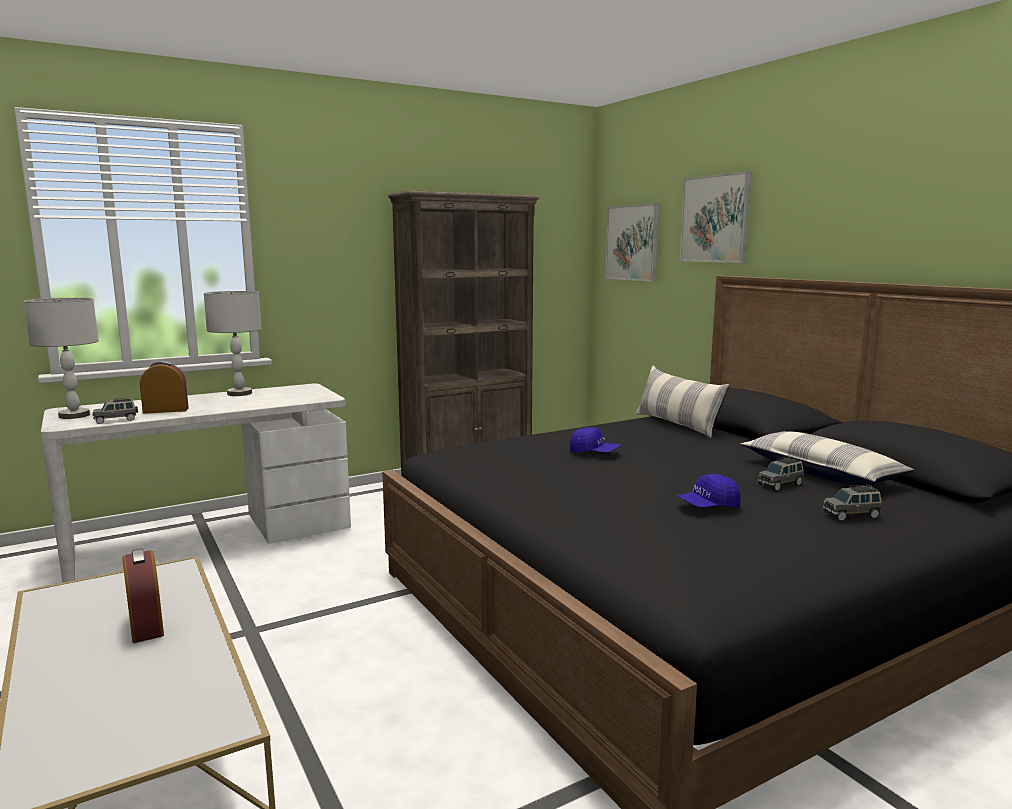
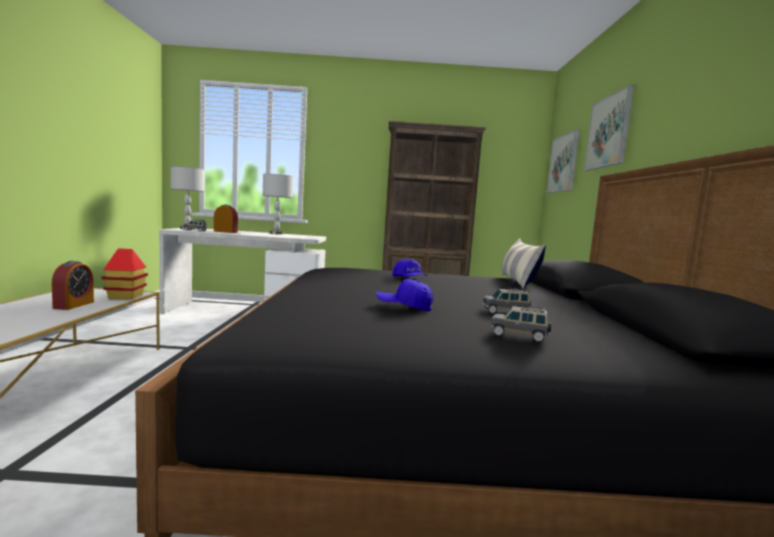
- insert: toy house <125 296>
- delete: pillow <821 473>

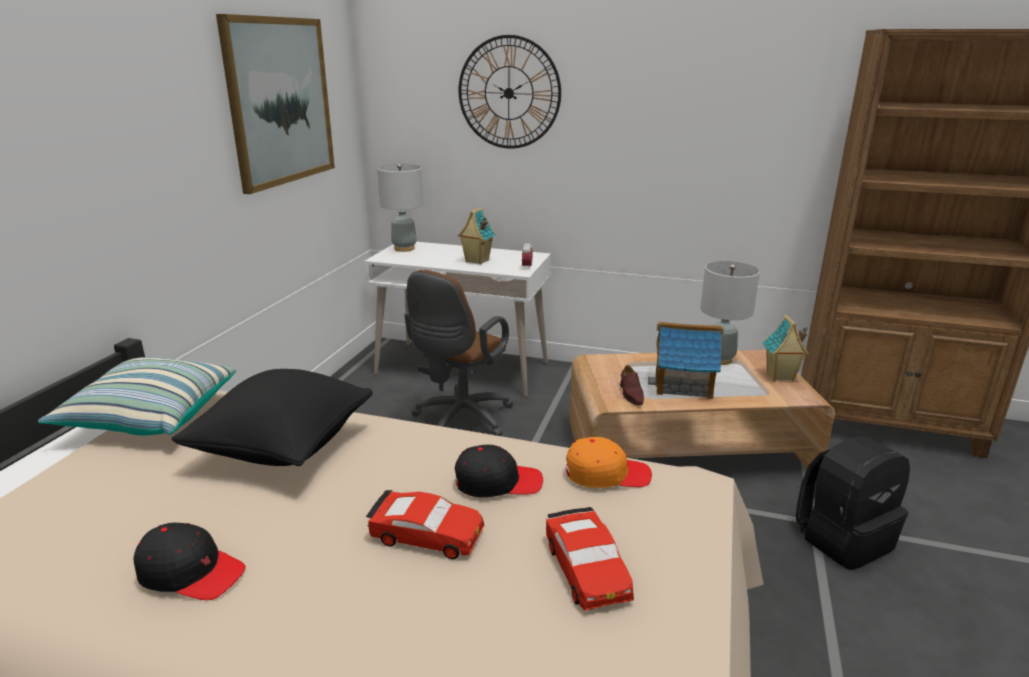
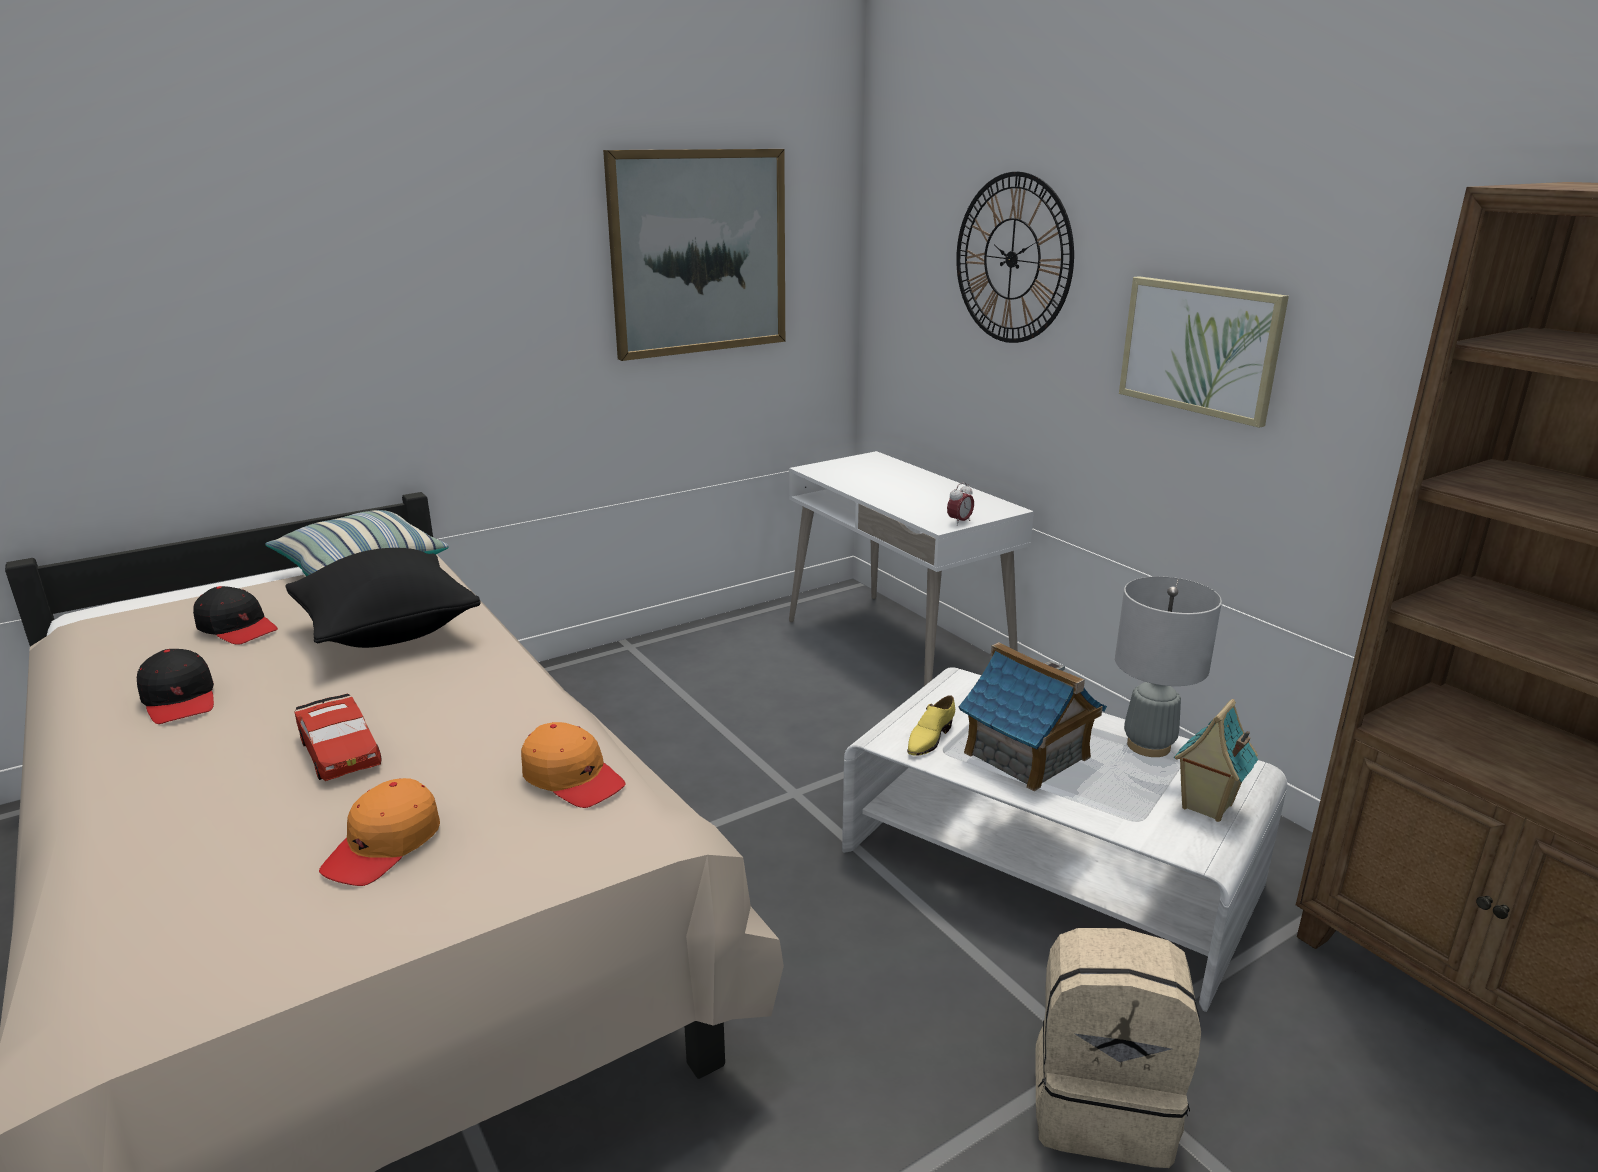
- move: cap/black <497 482> to <237 628>
- replace: toy car/red <587 569> to cap/orange <384 846>
- recolor: coffee table/brown <686 449> to coffee table/white <1048 867>
- recolor: shoe/brown <631 394> to shoe/yellow <929 739>
- recolor: backpack/black <843 539> to backpack/beige <1103 1104>
- insert: picture <1199 348>
- delete: table lamp/grey <404 248>
- delete: office chair/brown <459 421>
- delete: toy house <476 261>

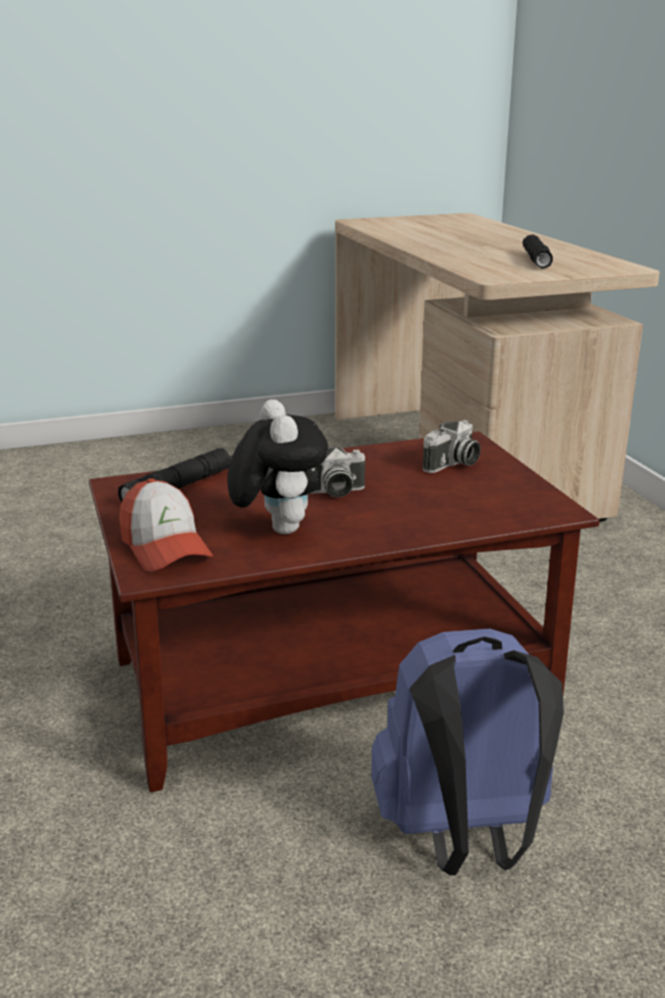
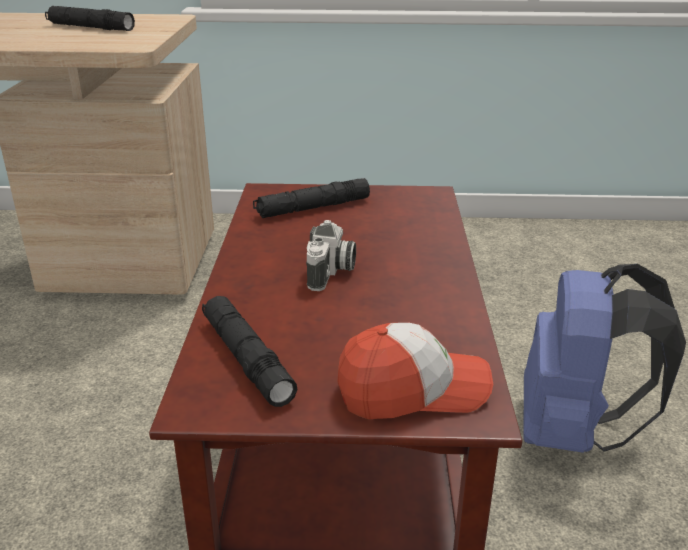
- replace: photo camera <453 464> to flashlight/black <312 208>
- delete: plush toy <277 528>

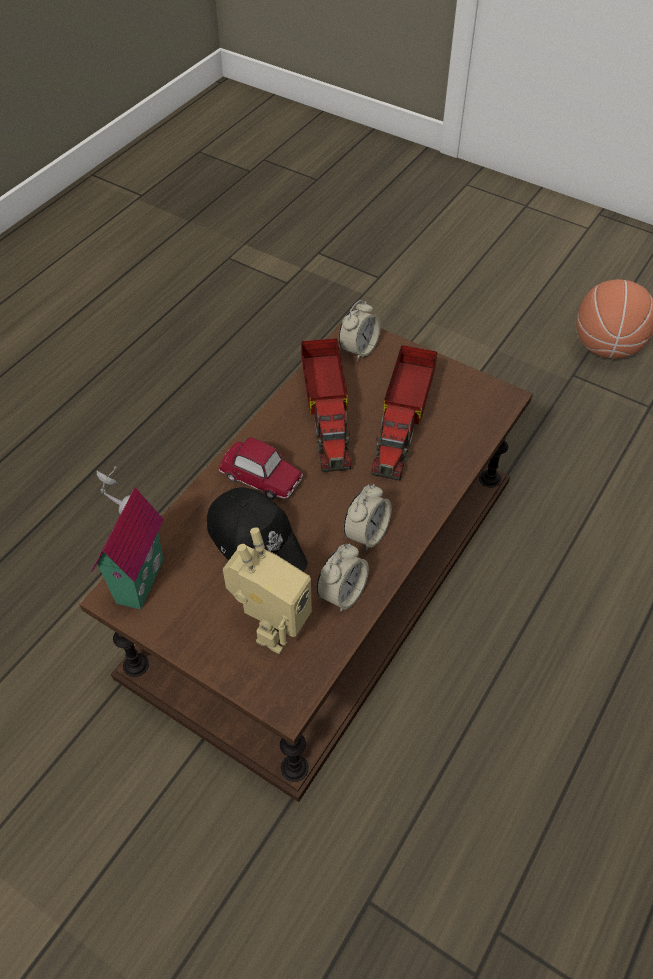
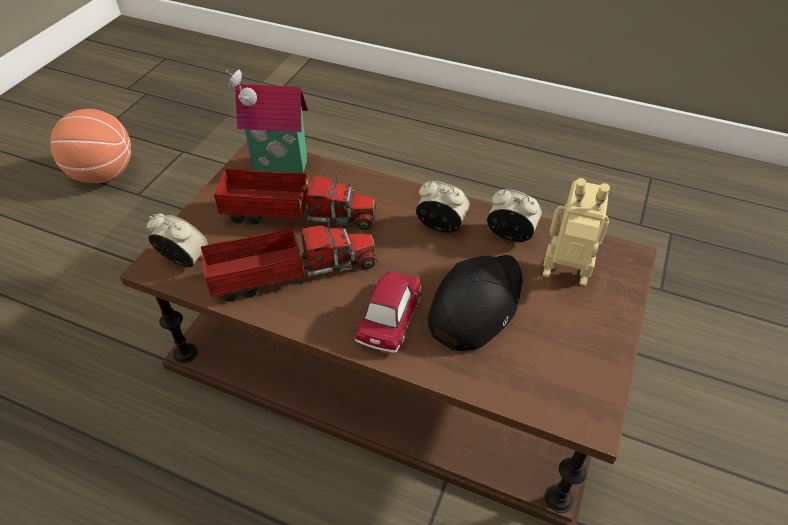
- move: toy house <136 579> to <279 167>

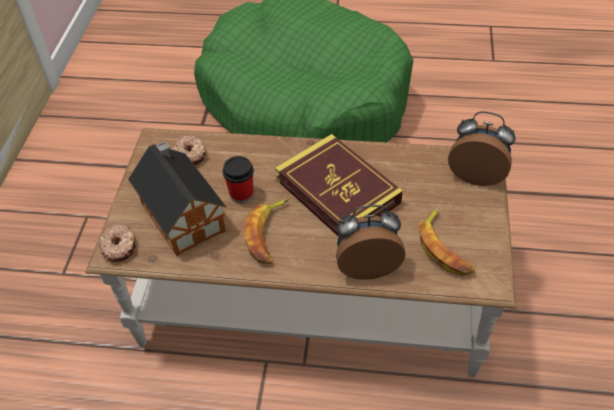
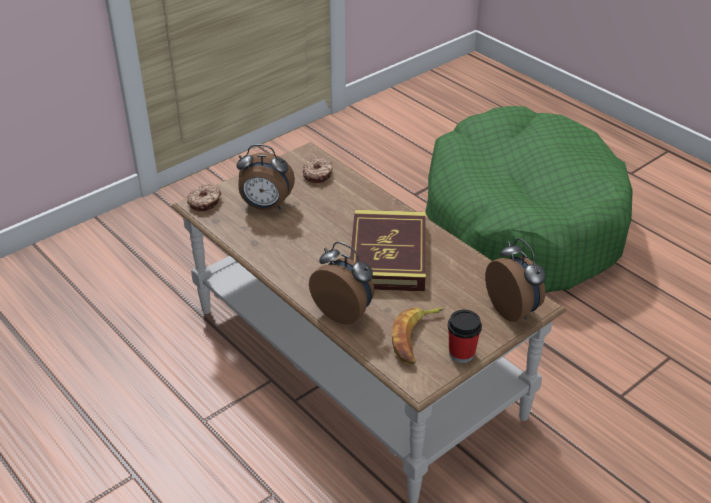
- replace: toy house <182 214> to alarm clock <265 206>
- move: cup <241 195> to <461 353>
- delete: banana <268 234>

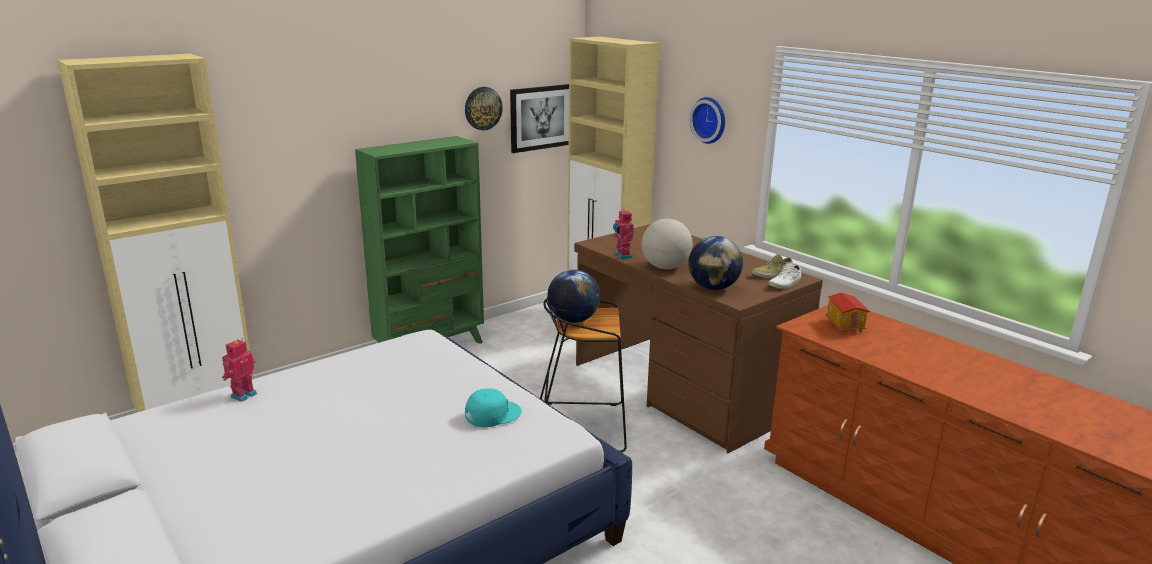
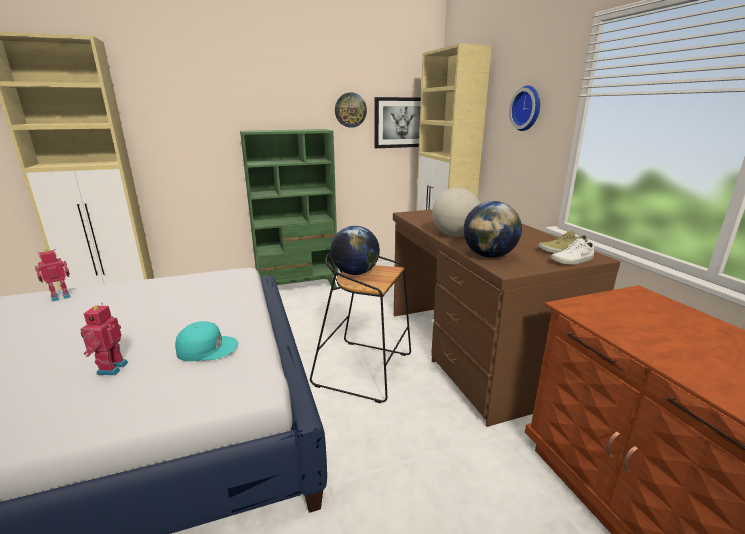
- move: toy robot <622 256> to <110 368>
- delete: toy house <845 325>

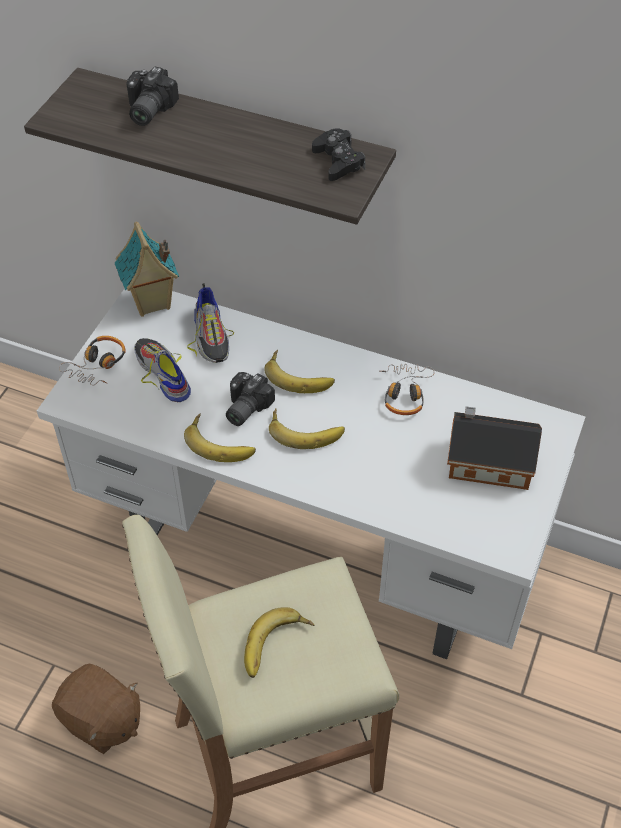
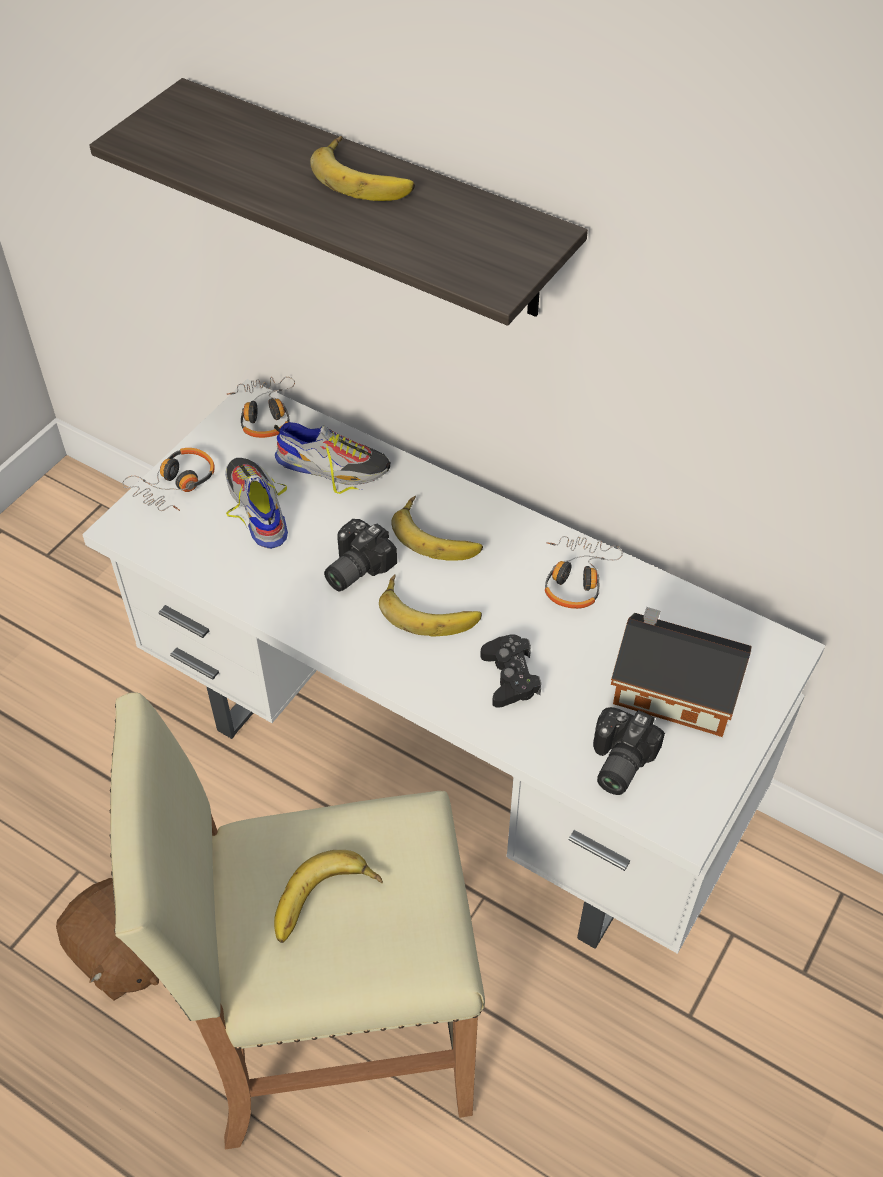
- replace: toy house <151 303> to headphones <264 414>
- rotate: shoe <211 335> = <333 466> 75 degrees counterclockwise
- move: banana <221 442> to <365 176>
- move: game controller/black <338 161> to <510 677>
- move: photo camera <146 110> to <616 761>

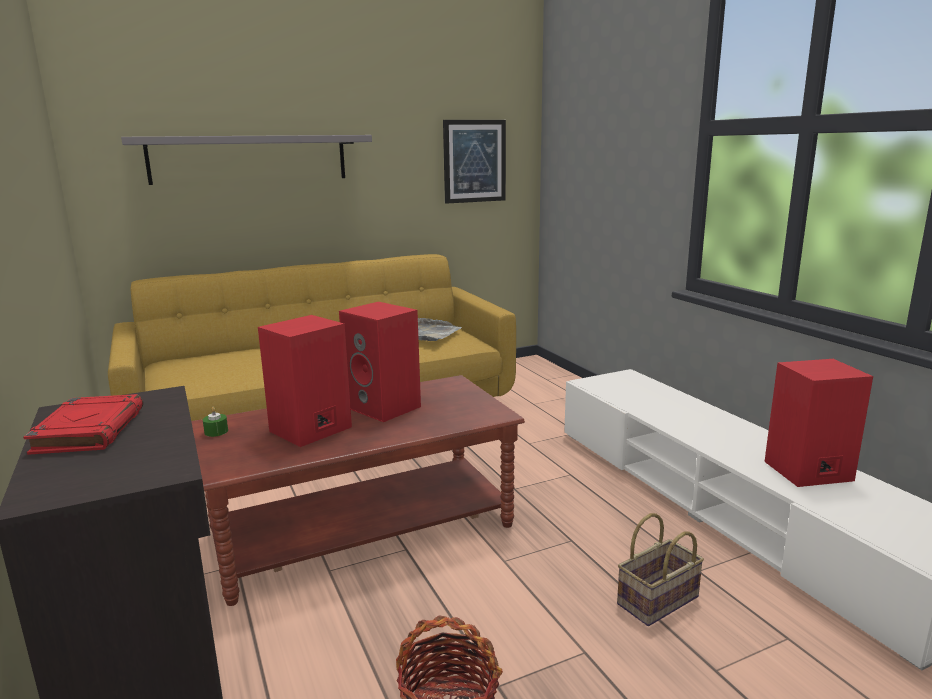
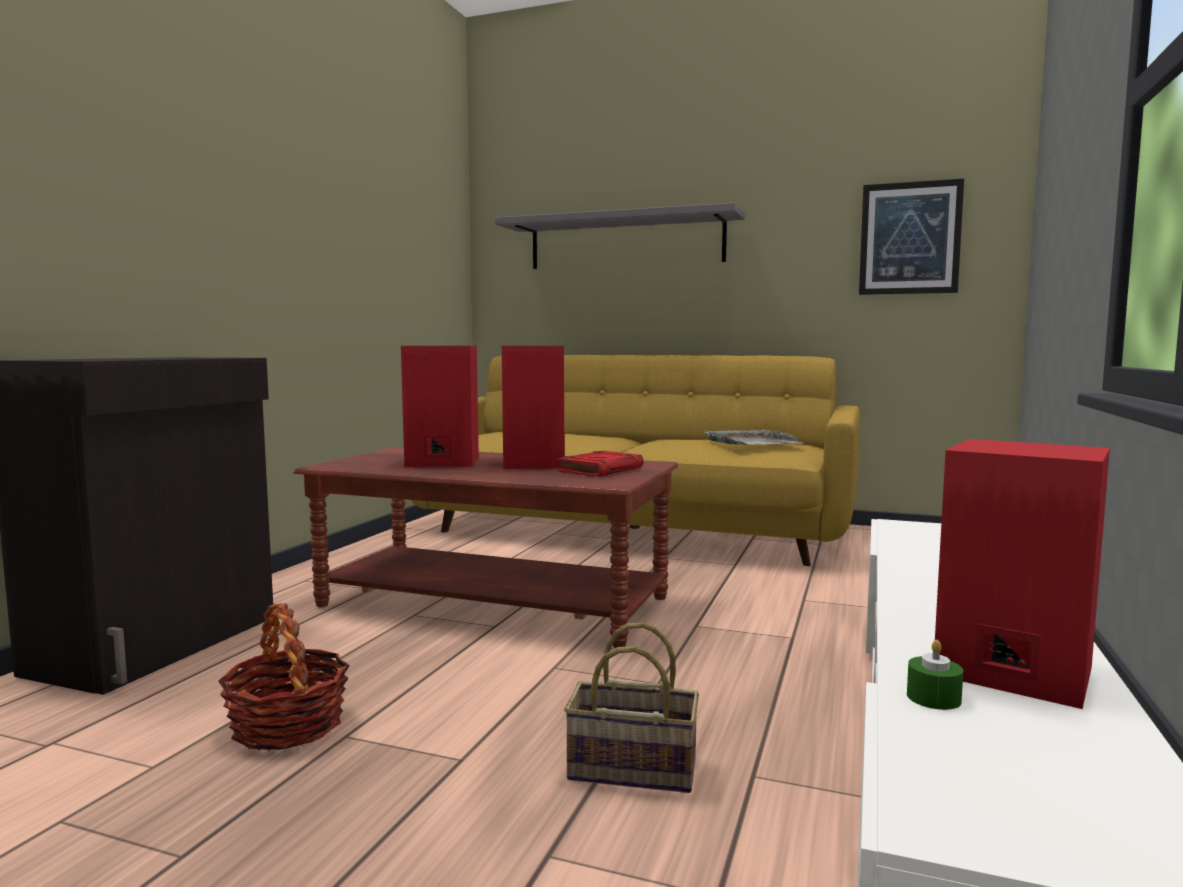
- move: book/red <89 430> to <601 470>
- move: candle/green <216 431> to <933 698>

